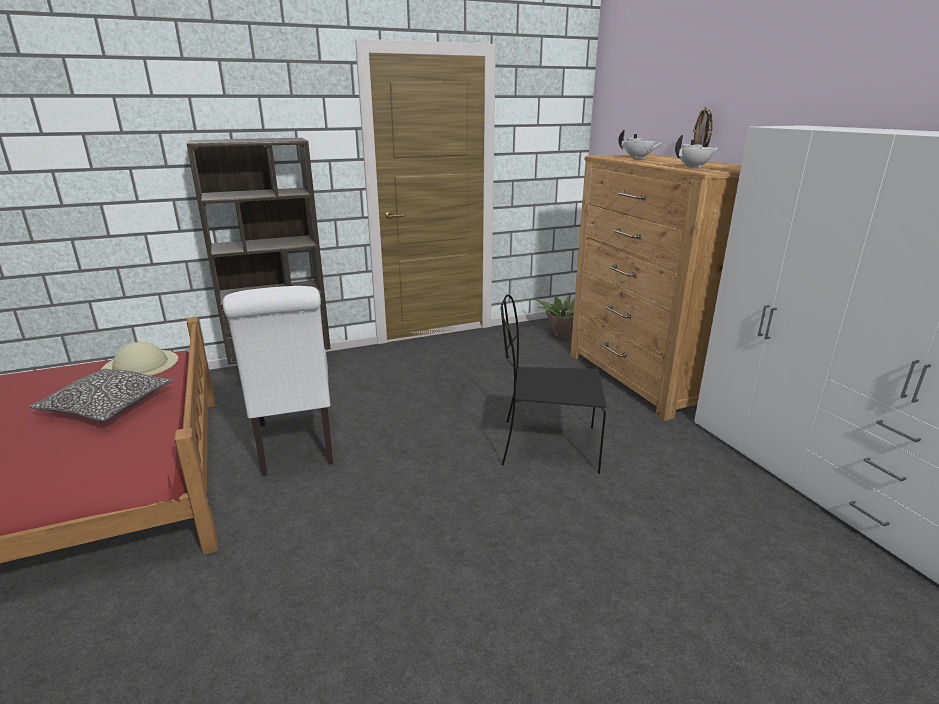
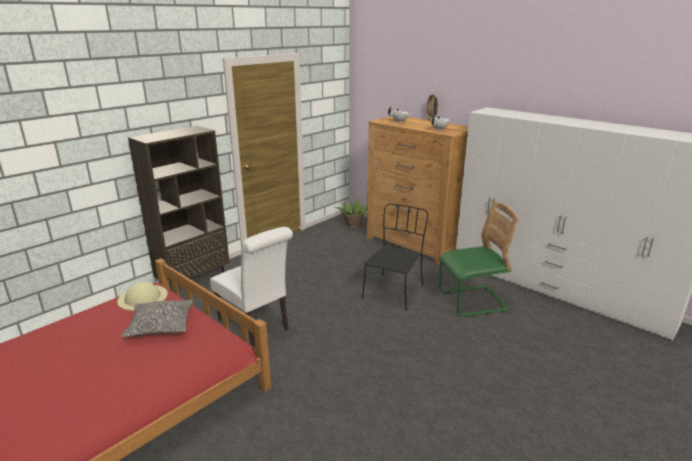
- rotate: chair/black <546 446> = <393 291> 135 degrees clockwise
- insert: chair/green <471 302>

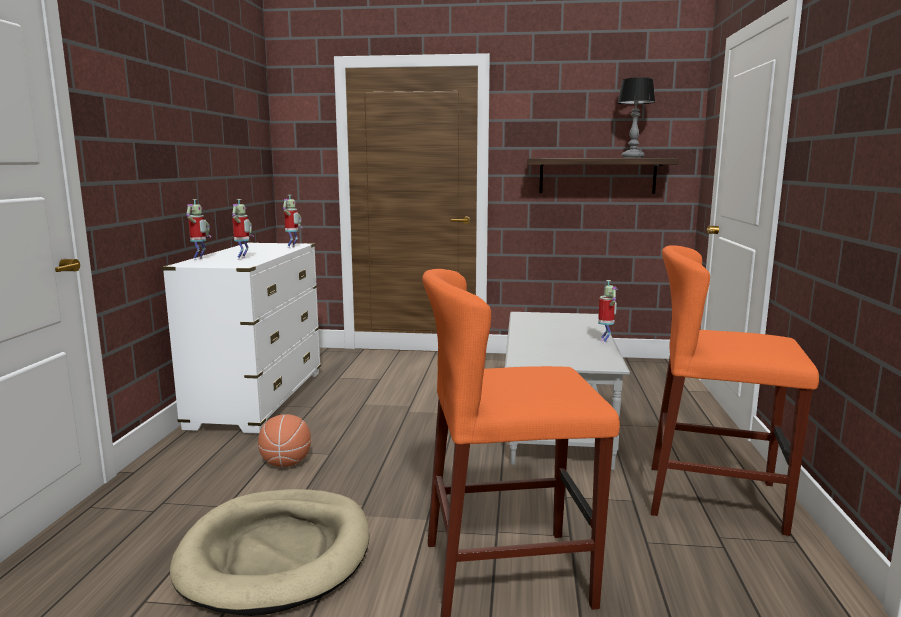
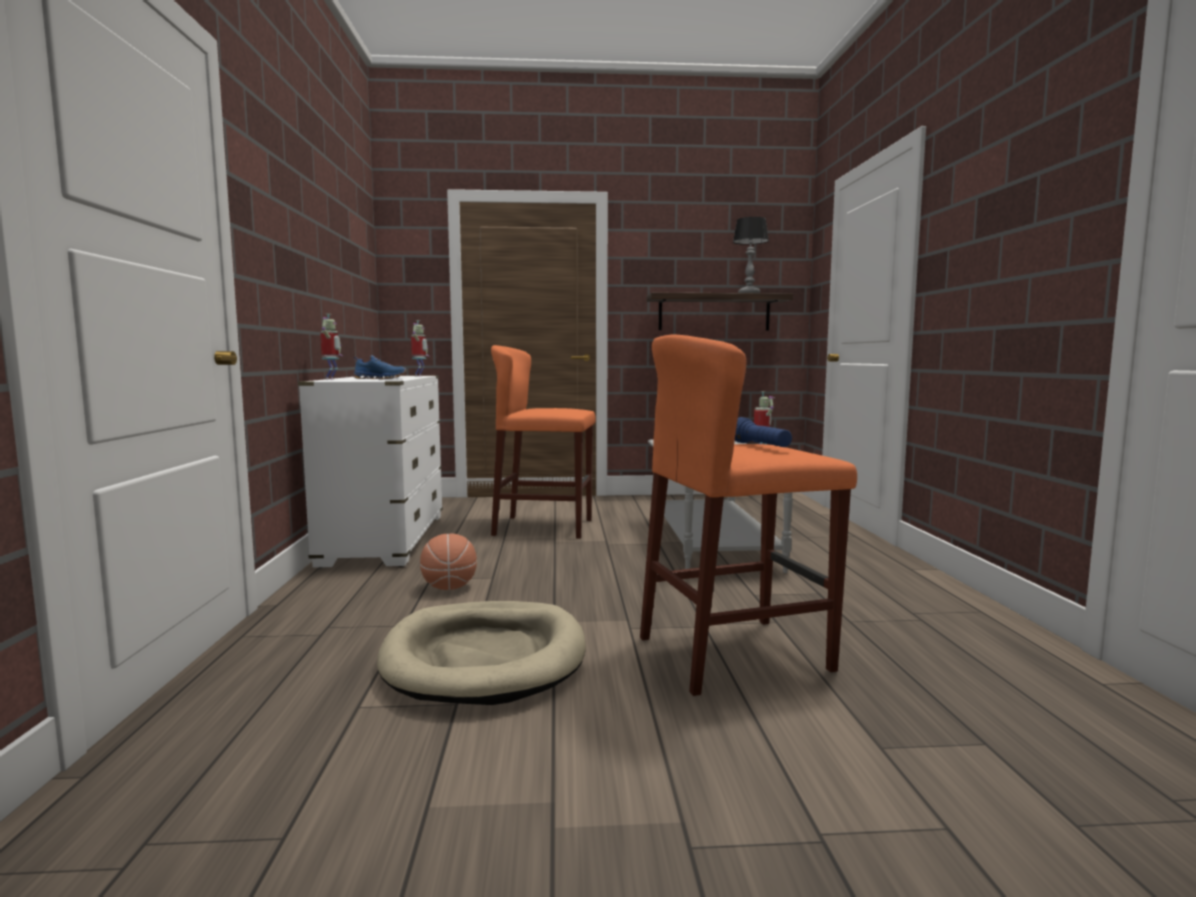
- replace: toy robot <243 259> to shoe/blue <380 379>
- move: stool/orange <714 498> to <544 527>
- insert: flashlight/blue <760 447>

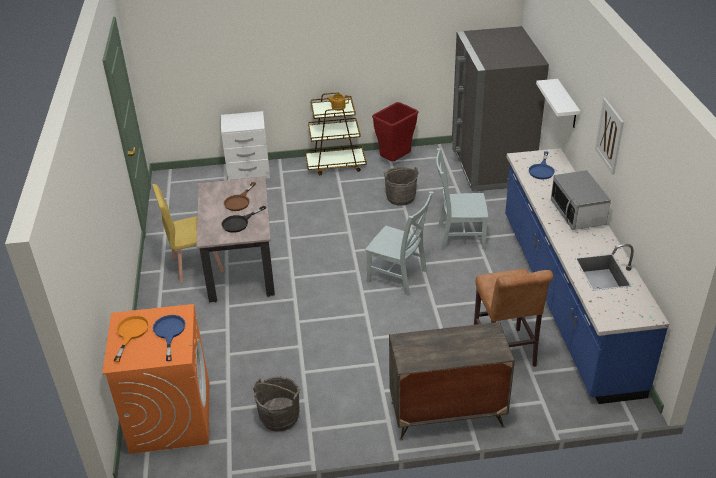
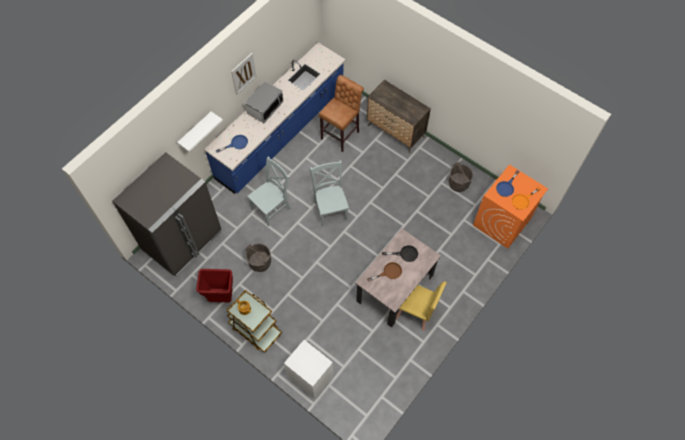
- rotate: chair/grey <458 236> = <272 207> 90 degrees counterclockwise

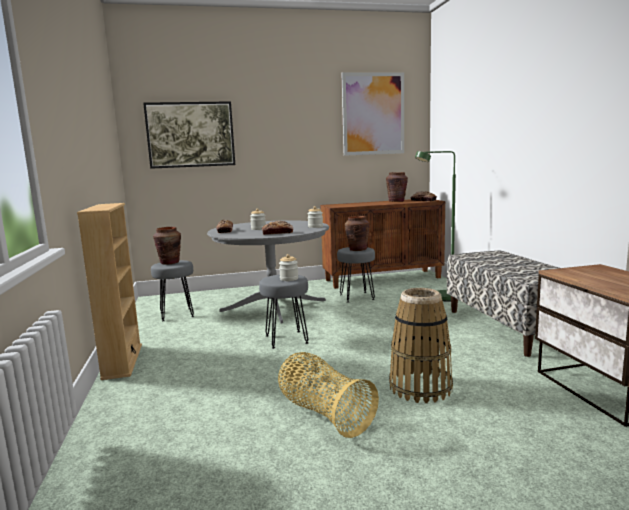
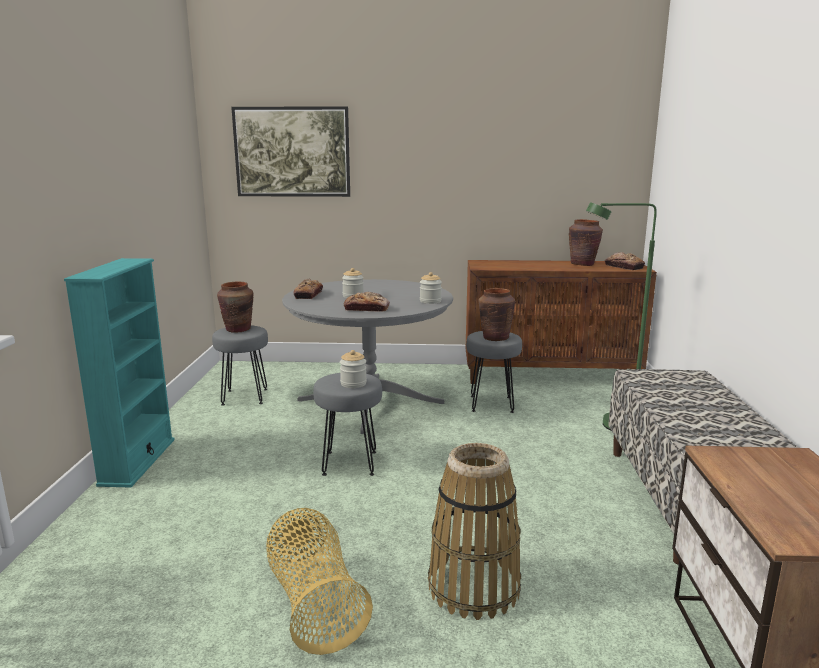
- recolor: bookcase/beige <122 361> to bookcase/turquoise <137 461>
- delete: picture <373 114>

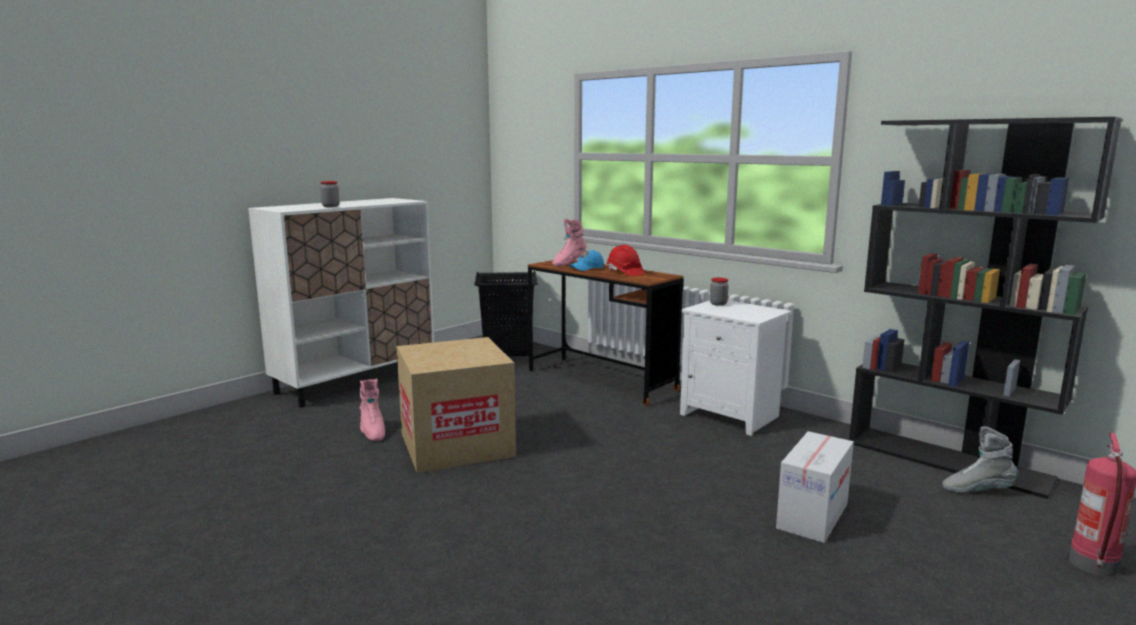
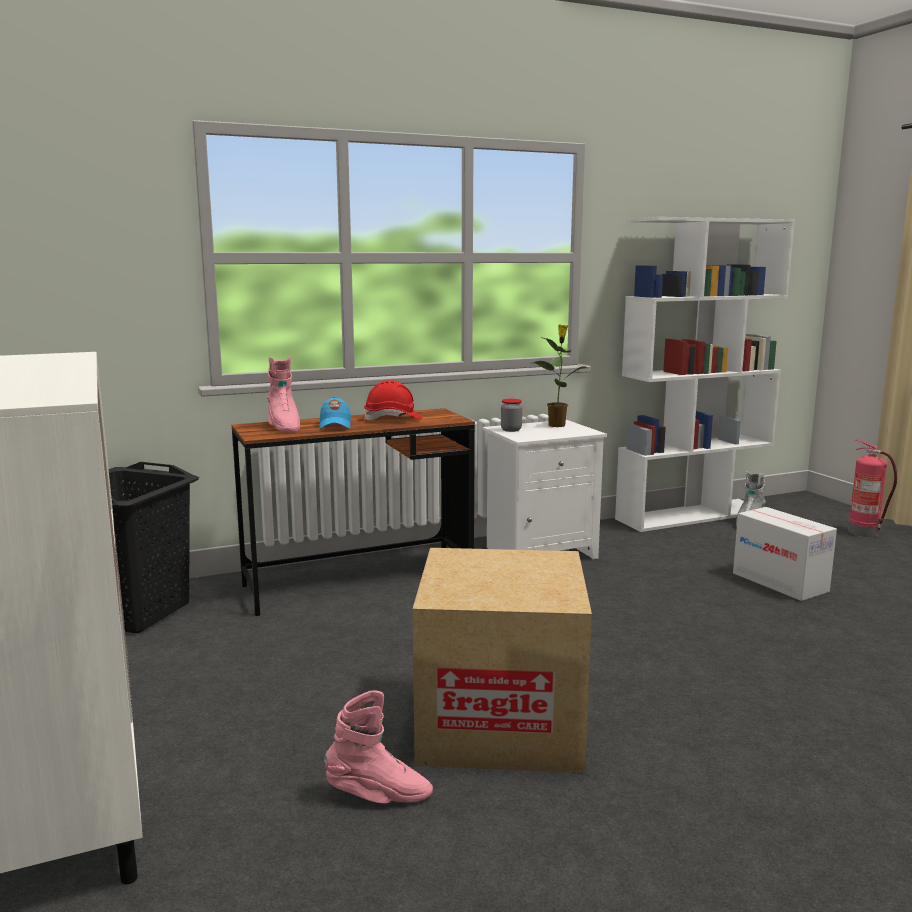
- insert: potted plant <557 425>
- recolor: bookcase/black <948 460> to bookcase/white <692 515>
- delete: jar <330 206>

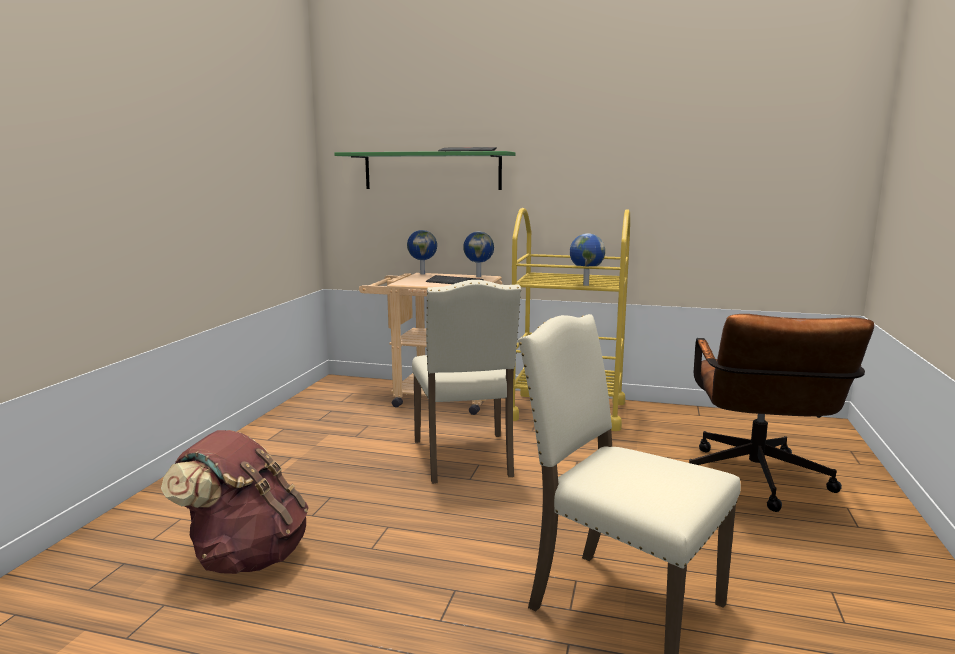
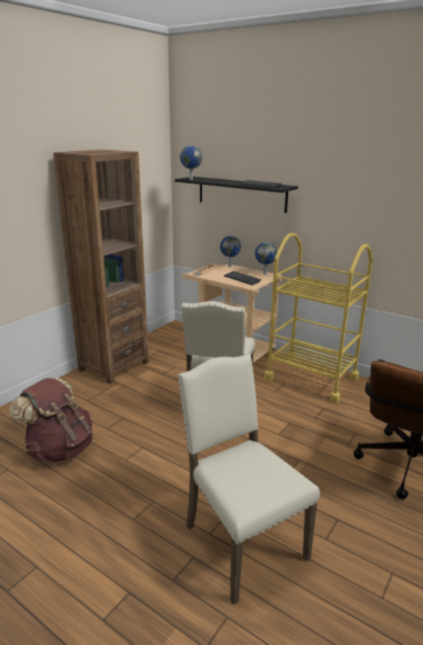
- insert: bookcase/brown <114 366>
- recolor: shelf/green <432 171> to shelf/black <241 194>
- move: globe <585 285> to <190 179>

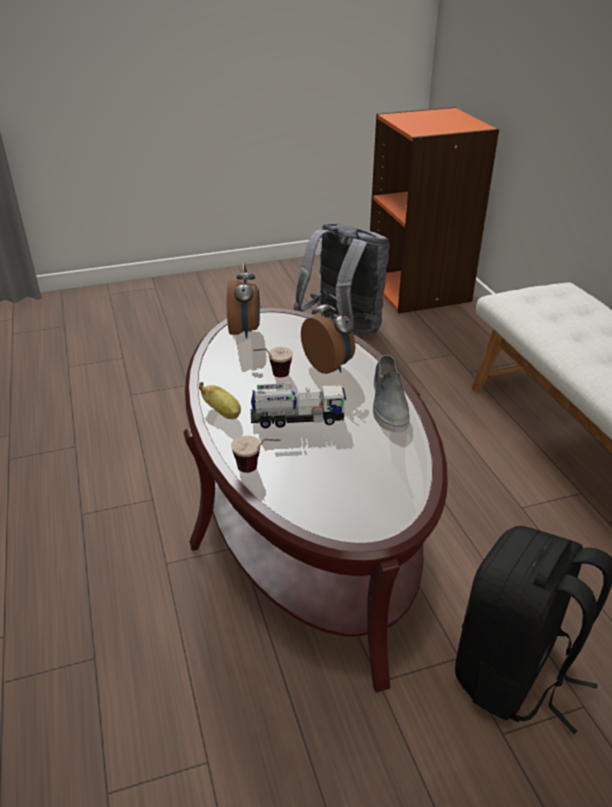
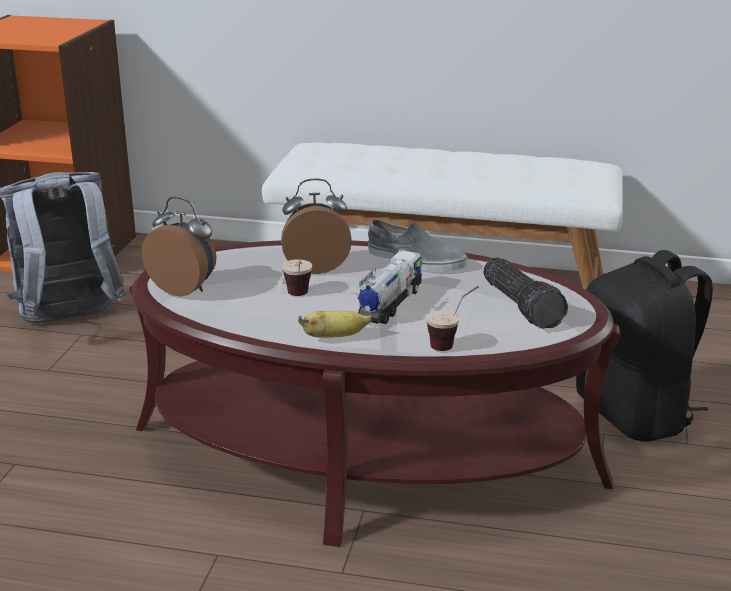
- insert: flashlight <523 305>

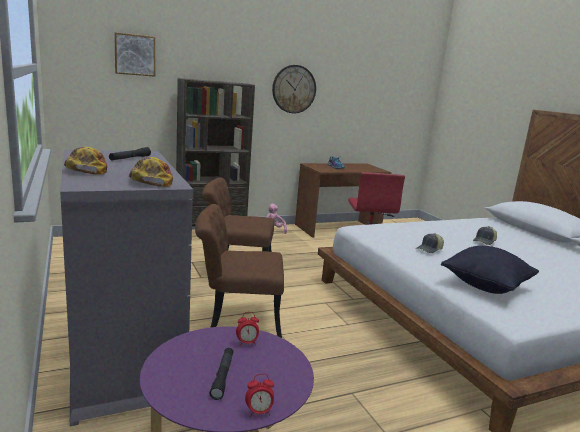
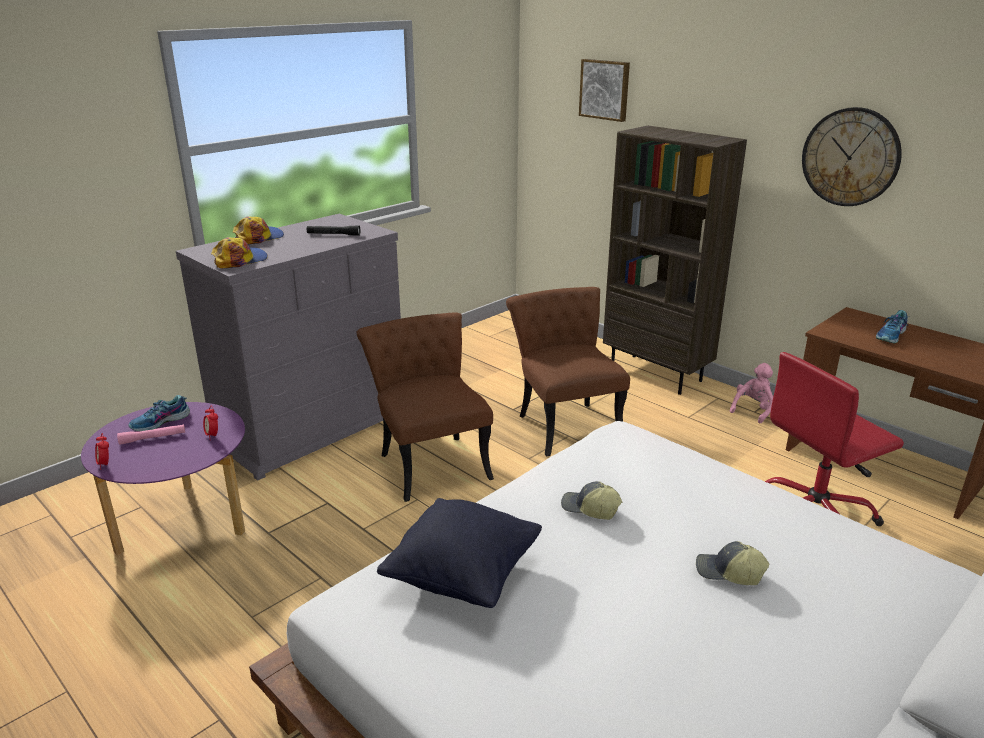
- recolor: flashlight/black <222 377> to flashlight/pink <152 438>
- insert: shoe <160 422>

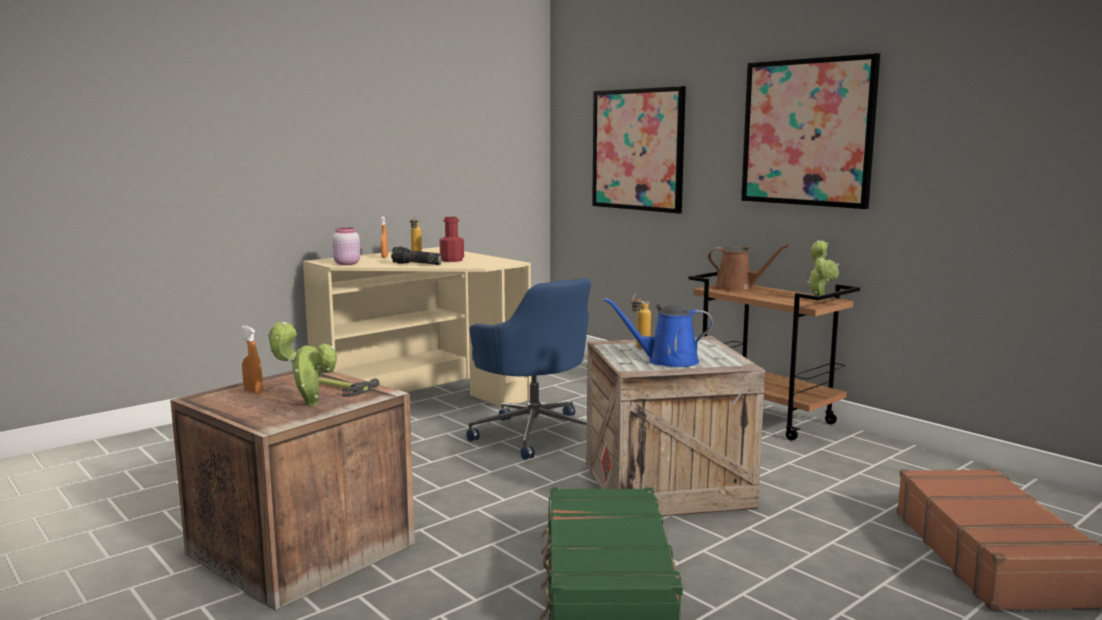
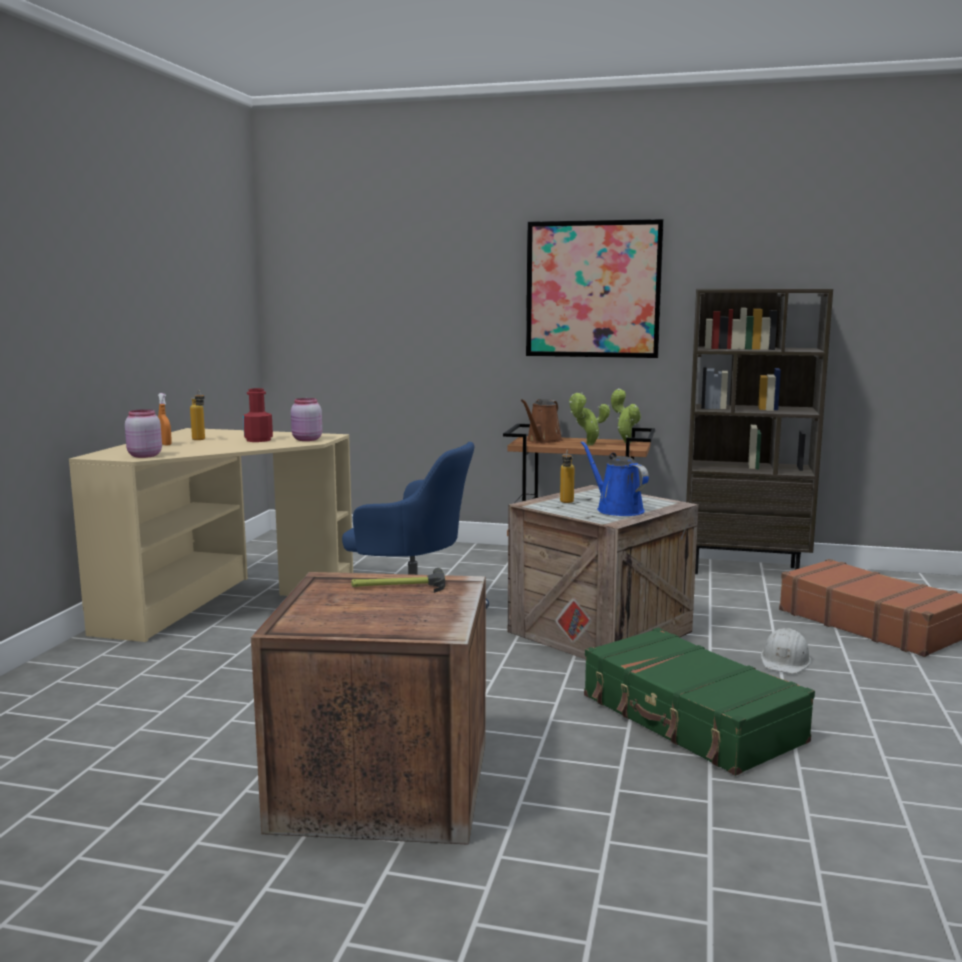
- insert: jar/pink <306 439>
- rotate: watering can/brown <738 288> = <542 441> 120 degrees clockwise
- move: potted plant <307 404> to <587 445>
- rotate: watering can/blue <667 361> = <616 510> 90 degrees clockwise
- insert: bookcase/brown <745 570>
- insert: hard hat/white <785 661>
- delete: spray bottle/orange <253 391>
- delete: flashlight <416 264>
- delete: picture <637 149>

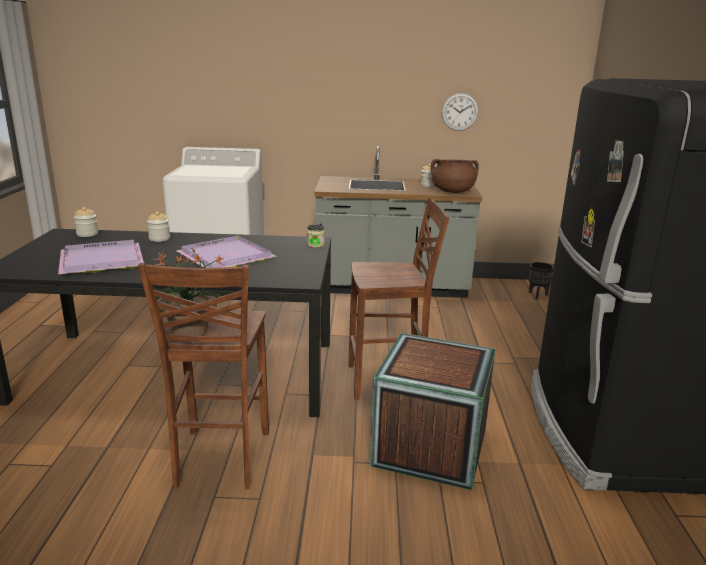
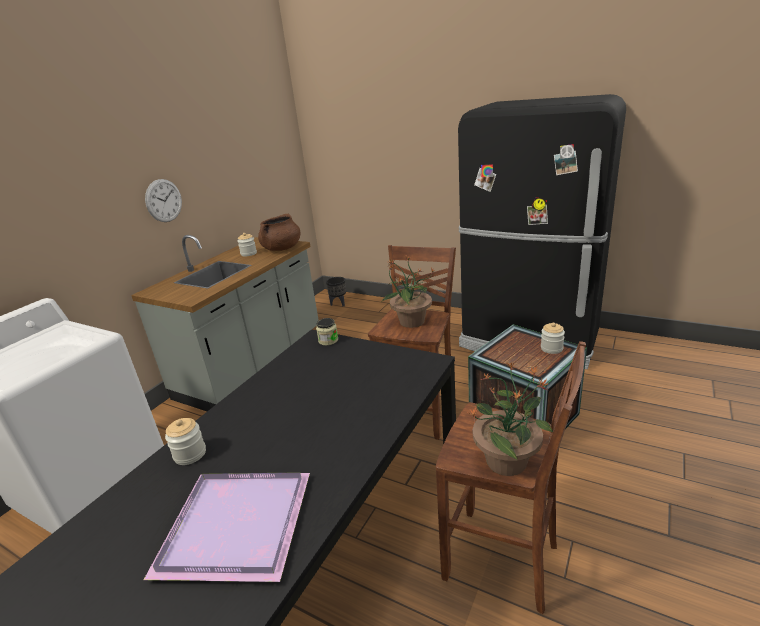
- move: wall clock <459 112> to <164 200>
- insert: potted plant <411 322>
- move: jar <87 234> to <551 348>
- delete: tray/purple <224 256>

